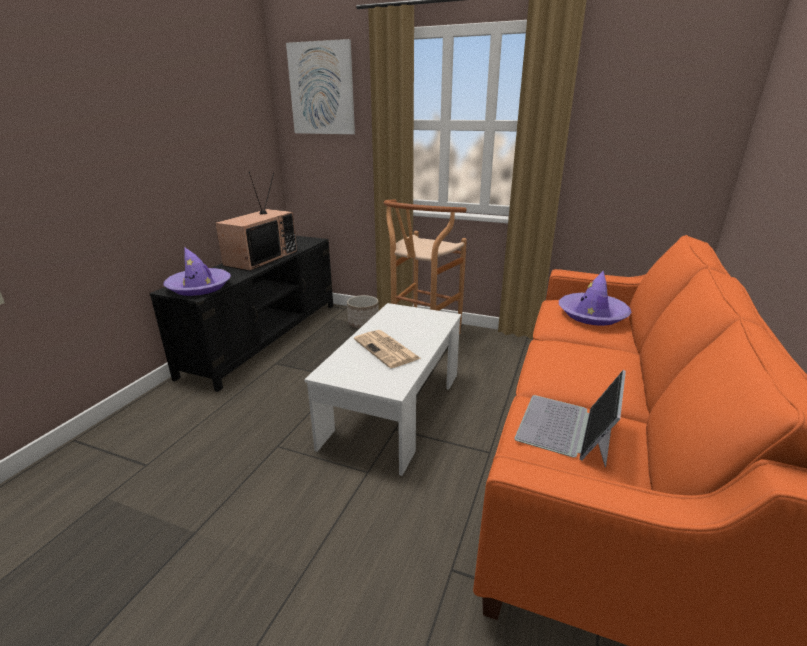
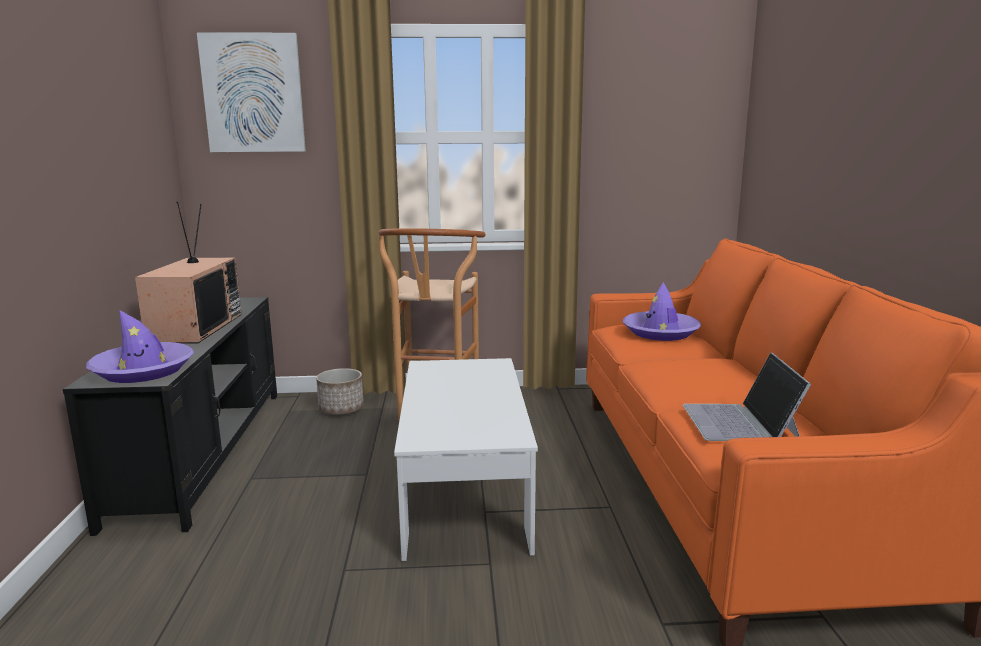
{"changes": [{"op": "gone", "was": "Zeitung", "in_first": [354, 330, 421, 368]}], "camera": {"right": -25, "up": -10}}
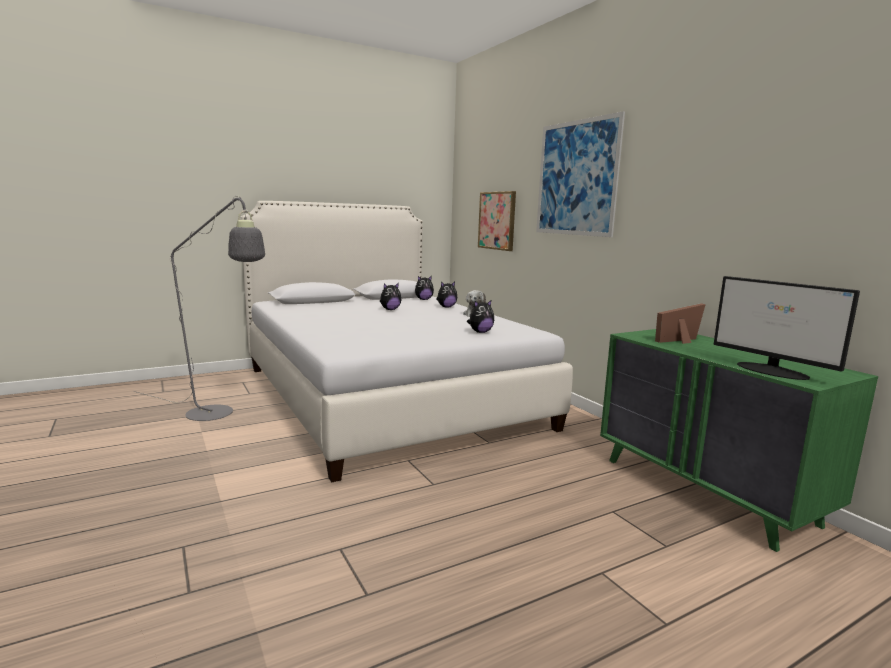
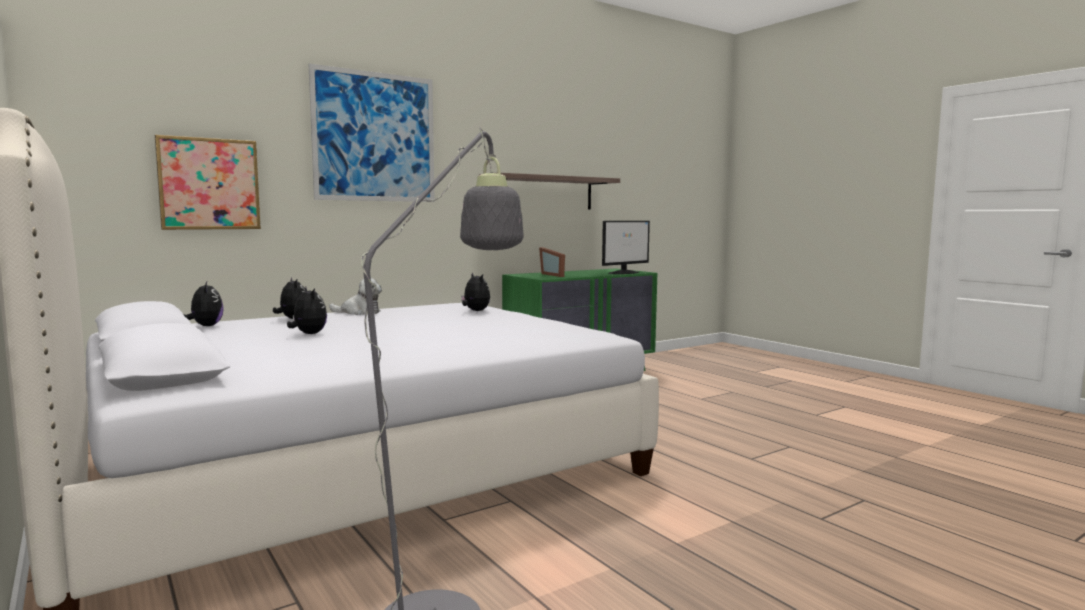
{"changes": [{"op": "new", "now": "Wandregal", "in_second": [479, 173, 620, 209]}], "camera": {"right": -95, "up": -5}}
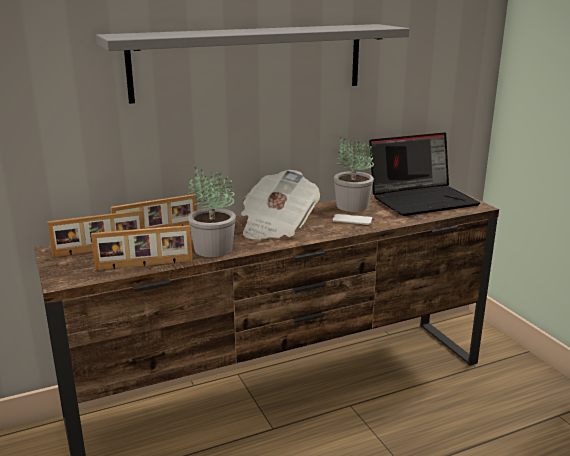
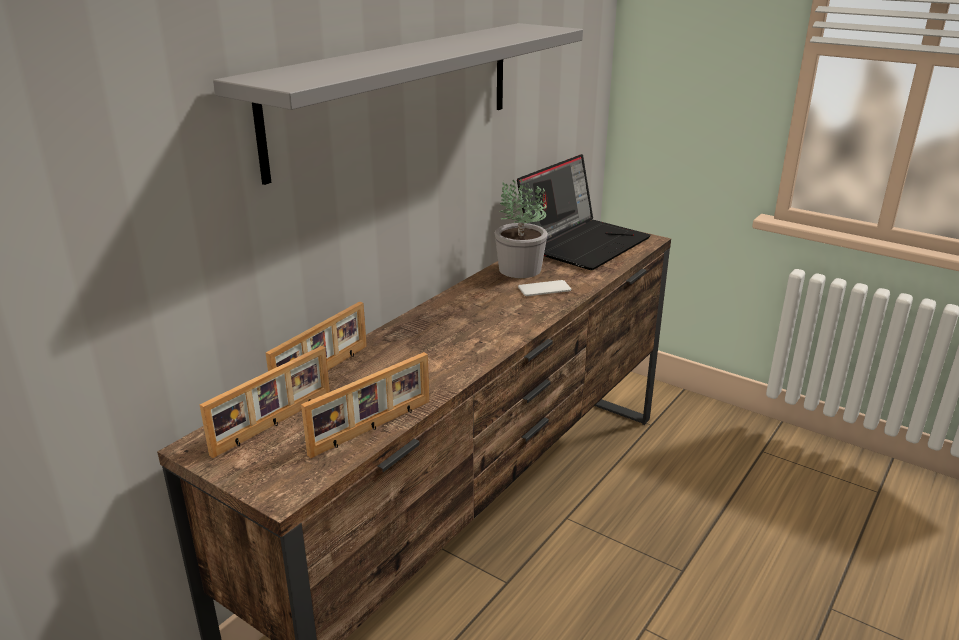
{"changes": [{"op": "gone", "was": "Topfpflanze", "in_first": [188, 167, 236, 257]}, {"op": "gone", "was": "Zeitung", "in_first": [241, 170, 320, 239]}], "camera": {"right": -30, "up": 5}}
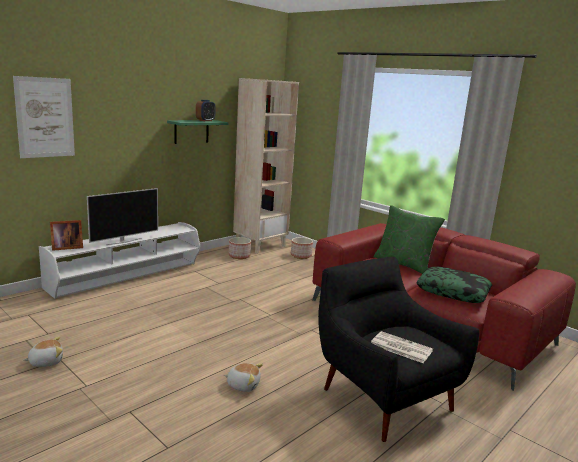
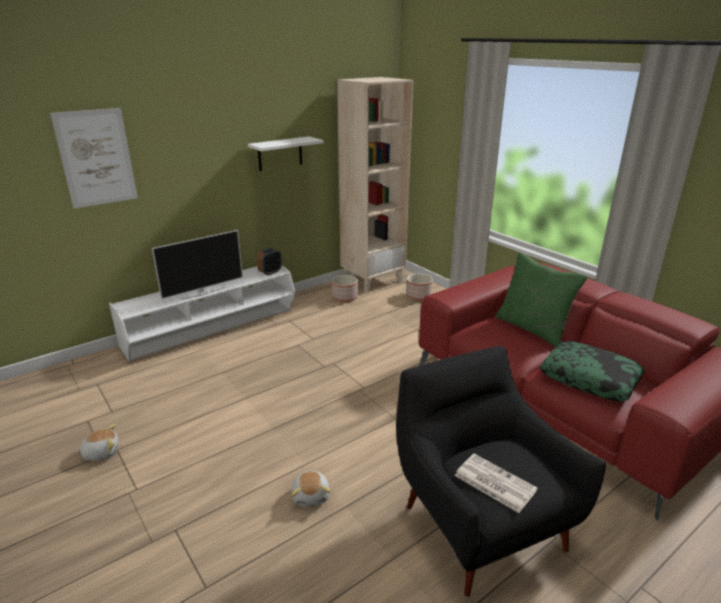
{"changes": [{"op": "shifted", "was": "Wecker", "in_first": [196, 100, 216, 121], "in_second": [257, 248, 282, 275]}, {"op": "repainted", "was": "Wandregal [grün]", "now": "Wandregal [weiß]", "in_first": [167, 120, 228, 144], "in_second": [248, 136, 324, 171]}, {"op": "gone", "was": "Bilderrahmen", "in_first": [50, 220, 83, 251]}, {"op": "rotated", "was": "Plüschtier", "in_first": [224, 363, 263, 392], "in_second": [291, 470, 330, 507], "clockwise": 60}], "camera": {"right": 10, "up": 10}}
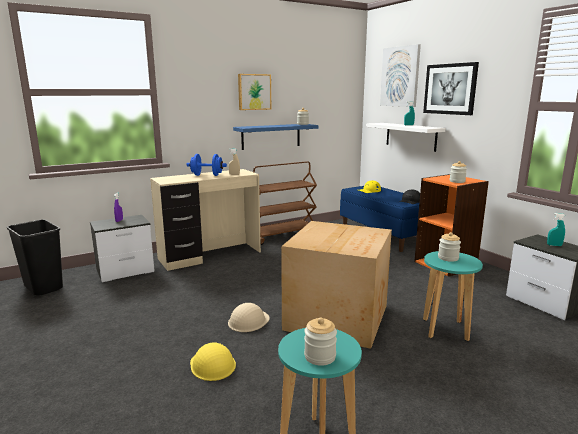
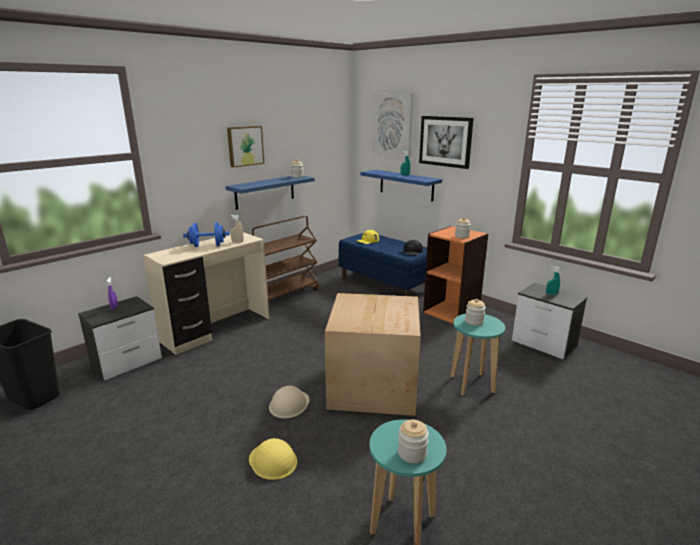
{"changes": [{"op": "repainted", "was": "Wandregal [weiß]", "now": "Wandregal [blau]", "in_first": [366, 123, 445, 152], "in_second": [360, 170, 442, 202]}], "camera": {"right": -15, "up": 5}}
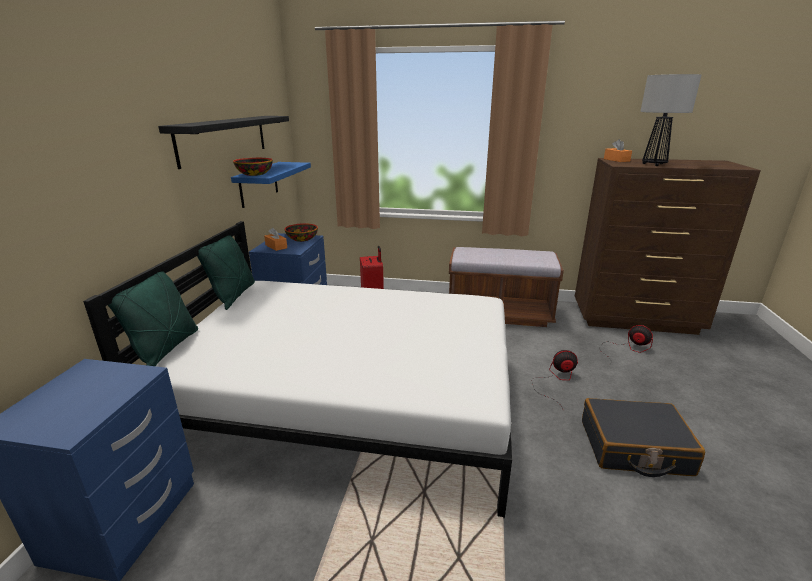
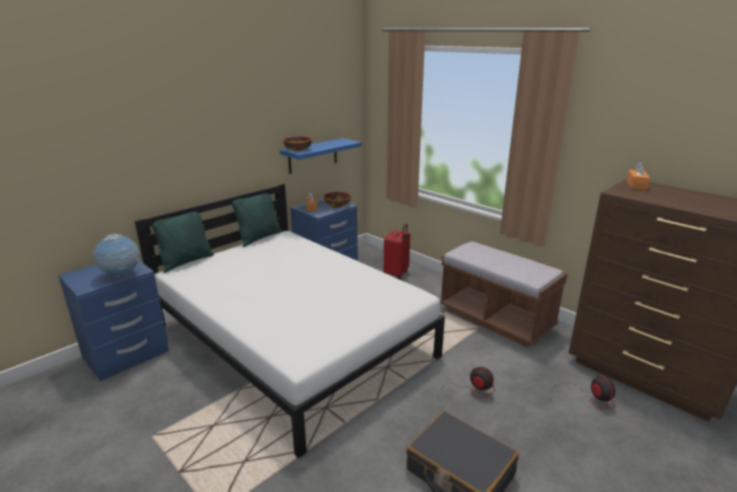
{"changes": [{"op": "gone", "was": "Tischlampe", "in_first": [640, 74, 701, 166]}, {"op": "gone", "was": "Wandregal [schwarz]", "in_first": [158, 116, 289, 169]}, {"op": "new", "now": "Globus", "in_second": [93, 234, 140, 277]}], "camera": {"right": 35, "up": 0}}
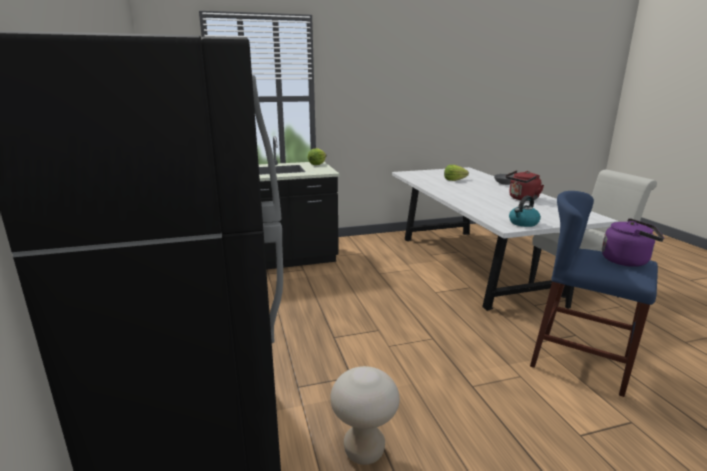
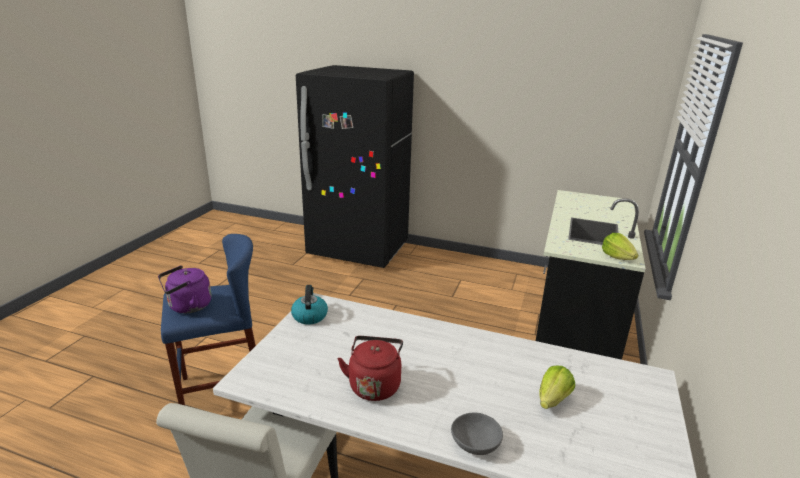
{"changes": [{"op": "gone", "was": "Hocker [beige]", "in_first": [330, 366, 400, 465]}], "camera": {"right": 125, "up": 5}}
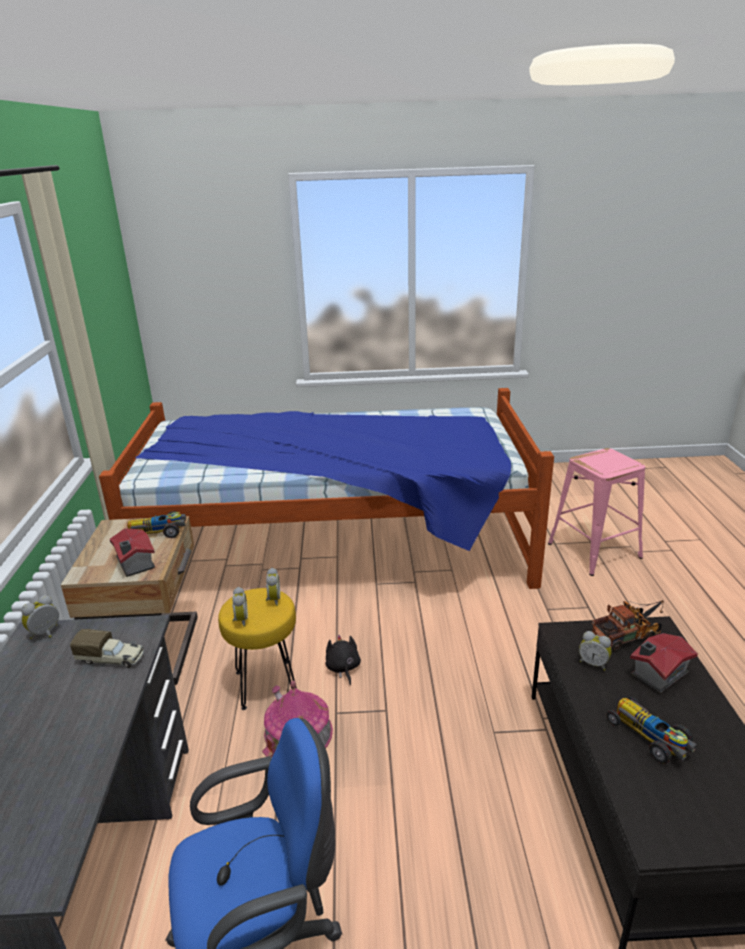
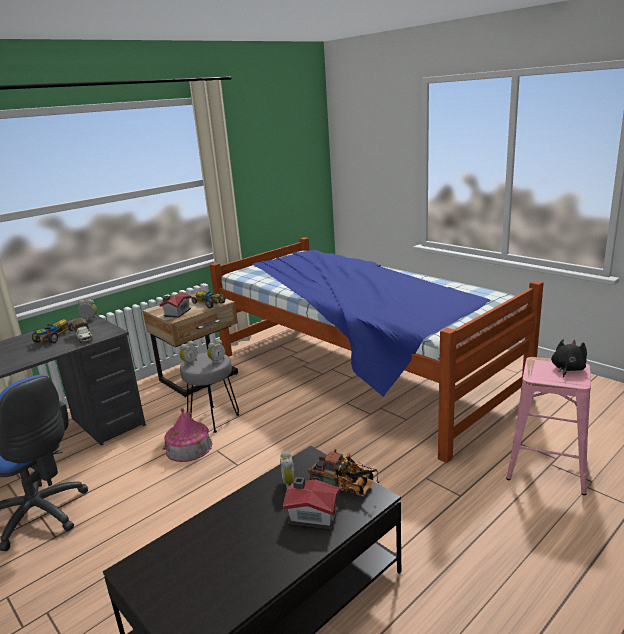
{"changes": [{"op": "repainted", "was": "Hocker [gelb]", "now": "Hocker [grau]", "in_first": [218, 588, 297, 710], "in_second": [180, 352, 239, 433]}, {"op": "shifted", "was": "Plüschtier [schwarz]", "in_first": [326, 635, 361, 685], "in_second": [551, 339, 587, 378]}, {"op": "shifted", "was": "Spielzeugauto", "in_first": [607, 697, 697, 764], "in_second": [32, 319, 73, 343]}], "camera": {"right": 50, "up": -5}}
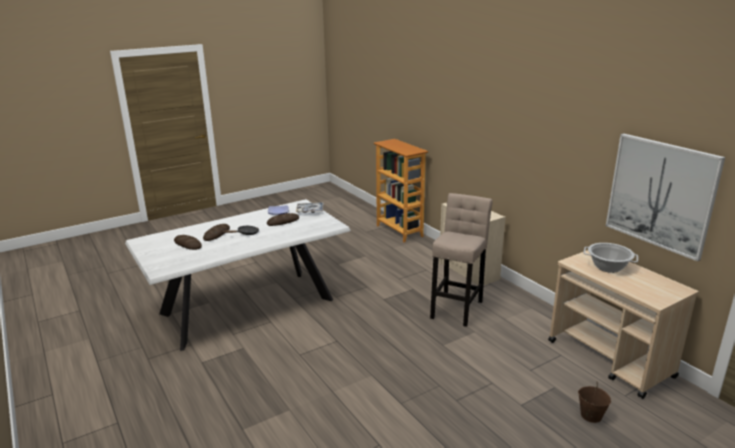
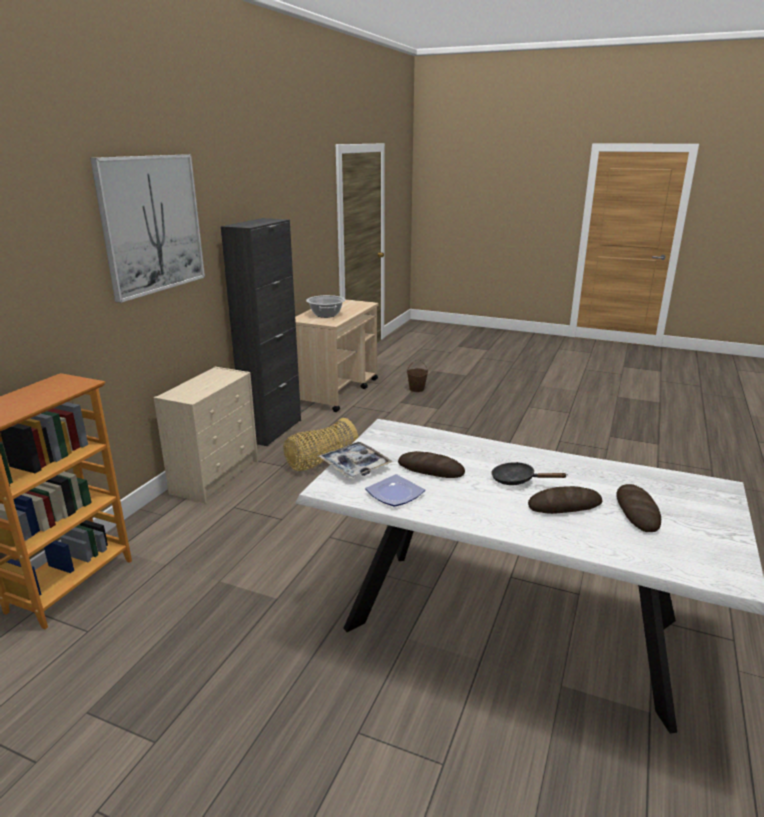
{"changes": [{"op": "shifted", "was": "Bild", "in_first": [606, 134, 725, 261], "in_second": [90, 154, 205, 303]}, {"op": "swapped", "was": "Hocker [beige]", "now": "Korb", "in_first": [430, 193, 493, 327], "in_second": [284, 418, 359, 471]}, {"op": "new", "now": "Schrank [schwarz]", "in_second": [221, 218, 301, 446]}], "camera": {"right": -125, "up": 0}}
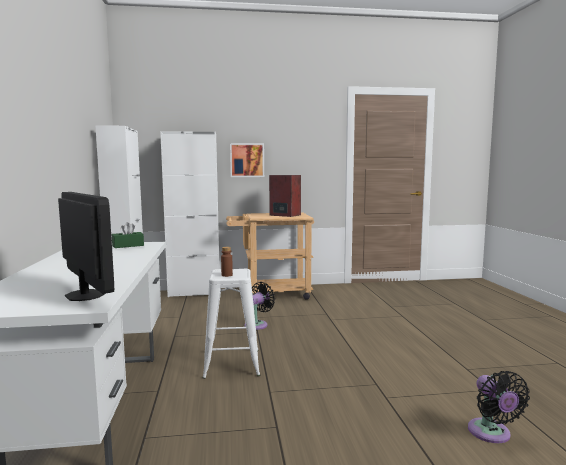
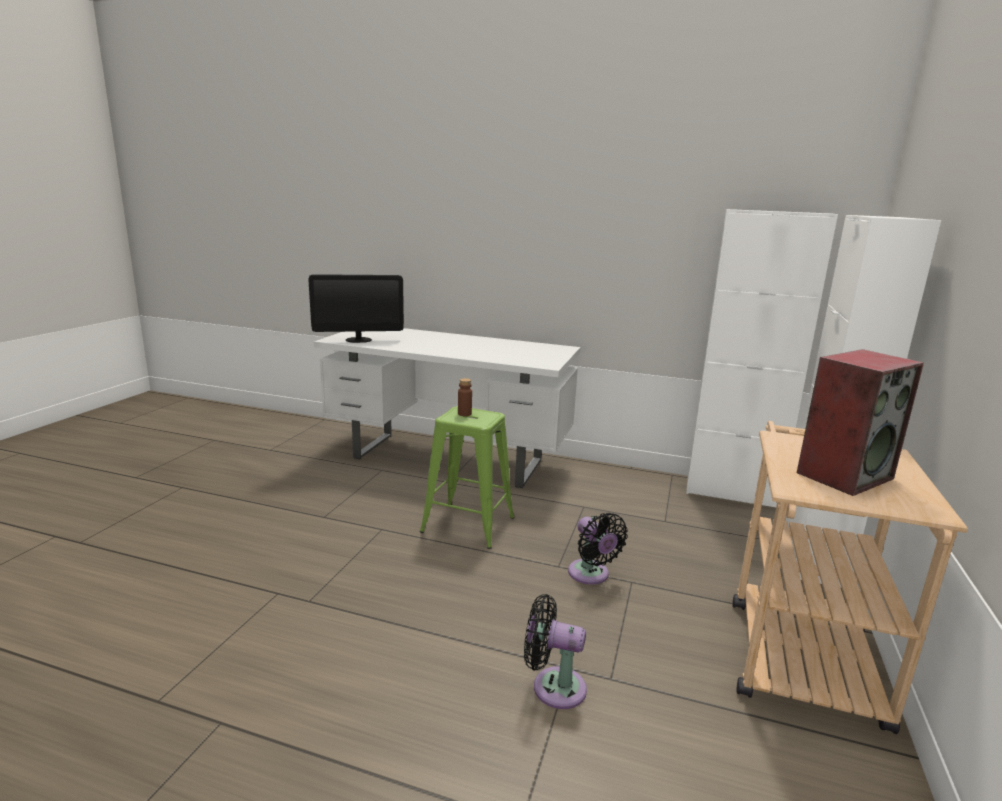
{"changes": [{"op": "gone", "was": "Bild", "in_first": [230, 143, 264, 177]}, {"op": "gone", "was": "Taschentuchbox [grün]", "in_first": [112, 222, 144, 248]}, {"op": "repainted", "was": "Hocker [weiß]", "now": "Hocker [grün]", "in_first": [202, 269, 260, 379], "in_second": [420, 406, 514, 549]}, {"op": "shifted", "was": "Ventilator [schwarz]", "in_first": [468, 371, 530, 443], "in_second": [524, 594, 587, 709]}], "camera": {"right": 115, "up": 10}}
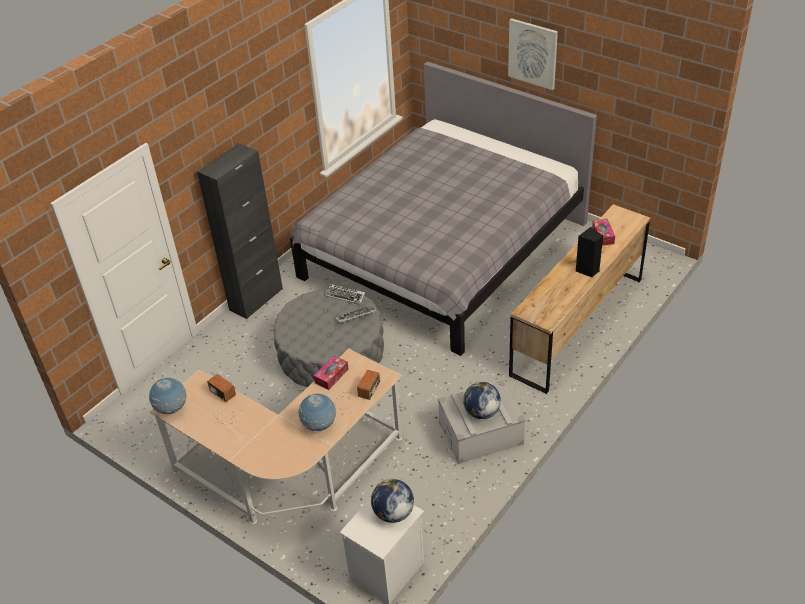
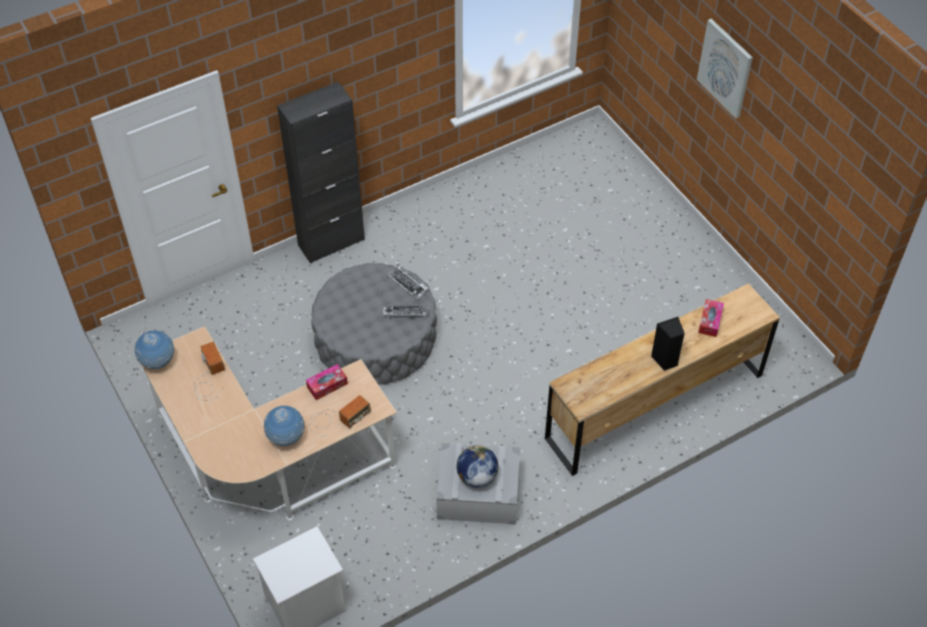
{"changes": [{"op": "gone", "was": "Bett [grau]", "in_first": [290, 61, 597, 356]}, {"op": "gone", "was": "Globus", "in_first": [371, 479, 414, 523]}], "camera": {"right": 20, "up": 10}}
